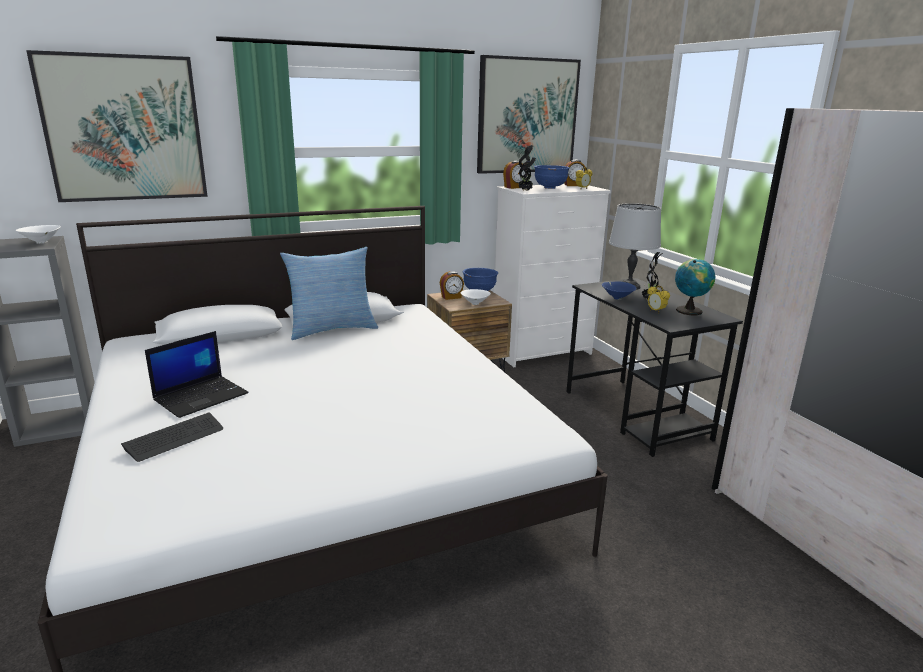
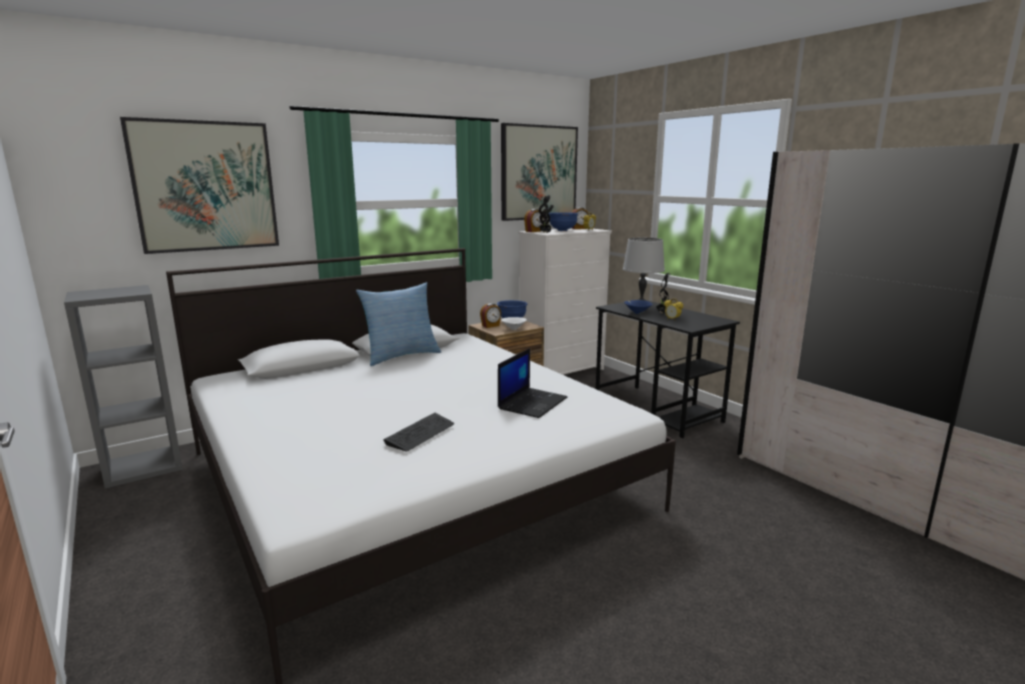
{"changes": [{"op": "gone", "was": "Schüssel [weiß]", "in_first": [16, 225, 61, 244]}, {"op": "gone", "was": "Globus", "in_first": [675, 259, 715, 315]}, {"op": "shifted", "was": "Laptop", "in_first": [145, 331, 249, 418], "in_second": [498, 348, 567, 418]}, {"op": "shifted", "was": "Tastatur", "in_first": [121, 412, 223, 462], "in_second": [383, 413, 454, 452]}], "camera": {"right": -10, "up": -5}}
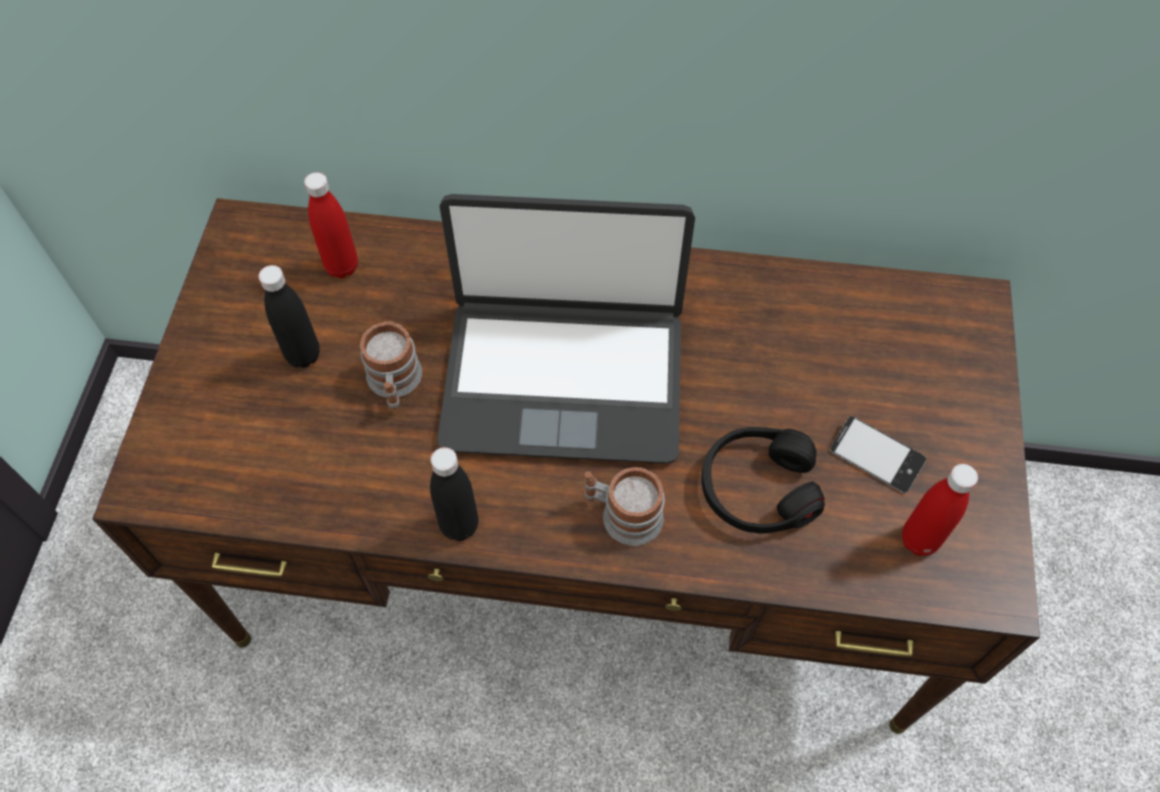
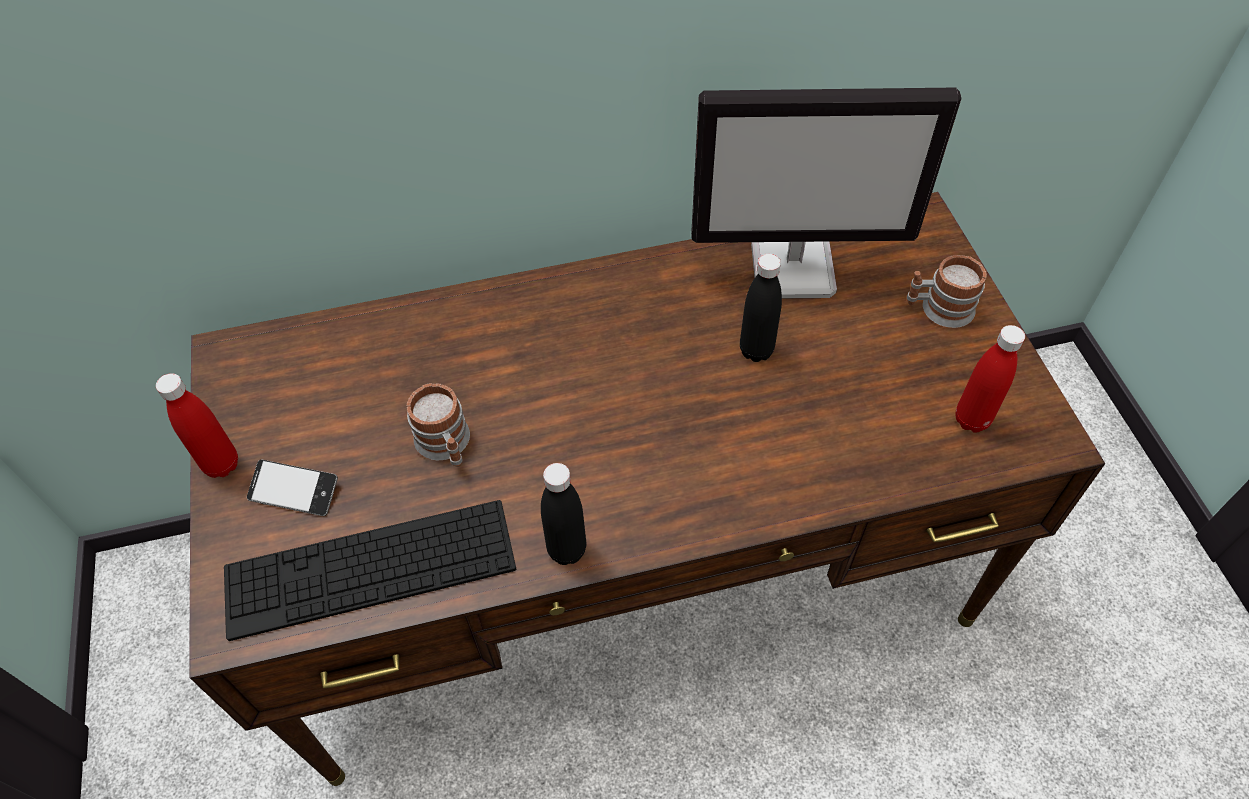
{"changes": [{"op": "shifted", "was": "Flasche [rot]", "in_first": [304, 172, 358, 278], "in_second": [156, 373, 238, 478]}, {"op": "gone", "was": "Laptop", "in_first": [437, 194, 695, 464]}, {"op": "shifted", "was": "Flasche [schwarz]", "in_first": [258, 265, 320, 368], "in_second": [740, 254, 782, 362]}, {"op": "shifted", "was": "Handy", "in_first": [830, 416, 927, 493], "in_second": [247, 460, 338, 516]}, {"op": "gone", "was": "Kopfhörer [schwarz]", "in_first": [701, 427, 825, 534]}, {"op": "shifted", "was": "Henkelbecher", "in_first": [584, 467, 665, 546], "in_second": [907, 255, 987, 328]}, {"op": "new", "now": "Monitor", "in_second": [691, 88, 962, 298]}, {"op": "new", "now": "Tastatur", "in_second": [224, 500, 516, 641]}], "camera": {"right": -20, "up": -5}}
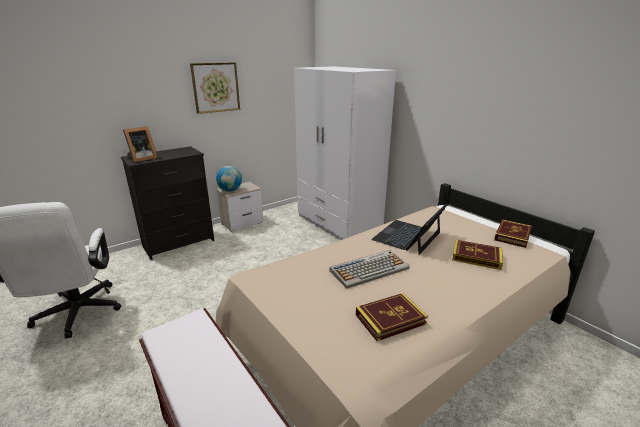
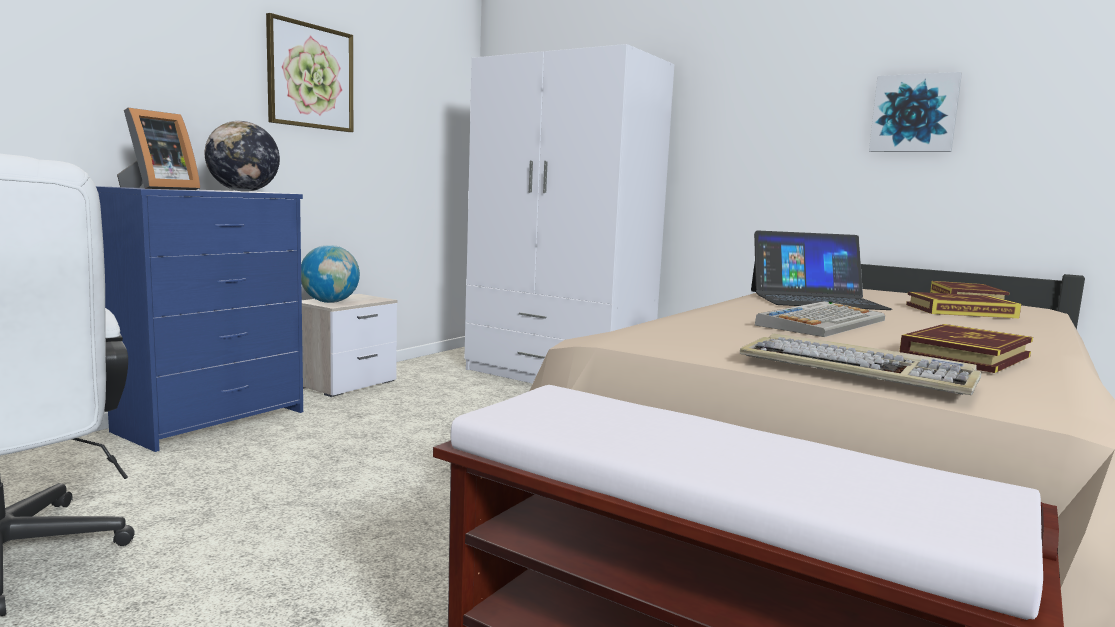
{"changes": [{"op": "repainted", "was": "Kommode [schwarz]", "now": "Kommode [blau]", "in_first": [121, 146, 215, 260], "in_second": [96, 186, 303, 452]}, {"op": "rotated", "was": "Laptop", "in_first": [372, 204, 448, 255], "in_second": [751, 231, 892, 310], "clockwise": -105}, {"op": "new", "now": "Bild", "in_second": [869, 72, 962, 152]}, {"op": "new", "now": "Globus", "in_second": [205, 121, 280, 192]}, {"op": "new", "now": "Tastatur", "in_second": [740, 333, 981, 395]}], "camera": {"right": -20, "up": -15}}
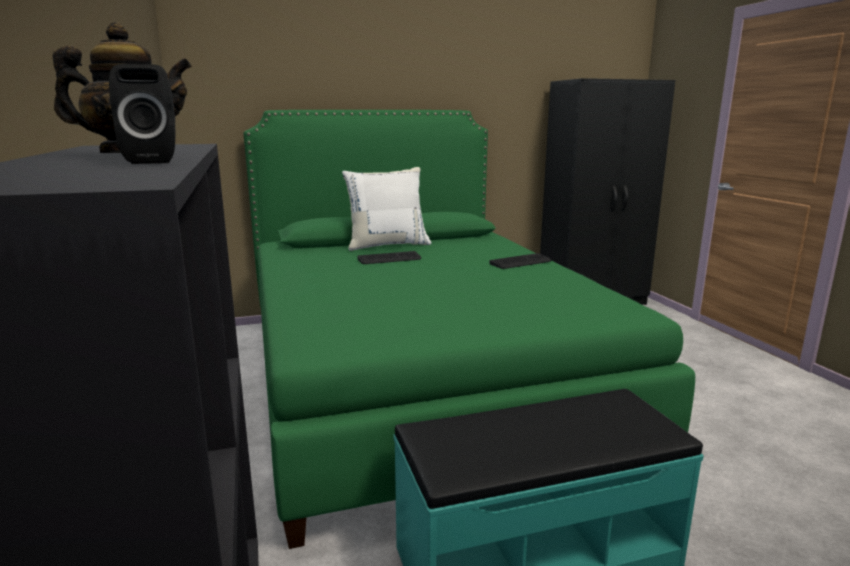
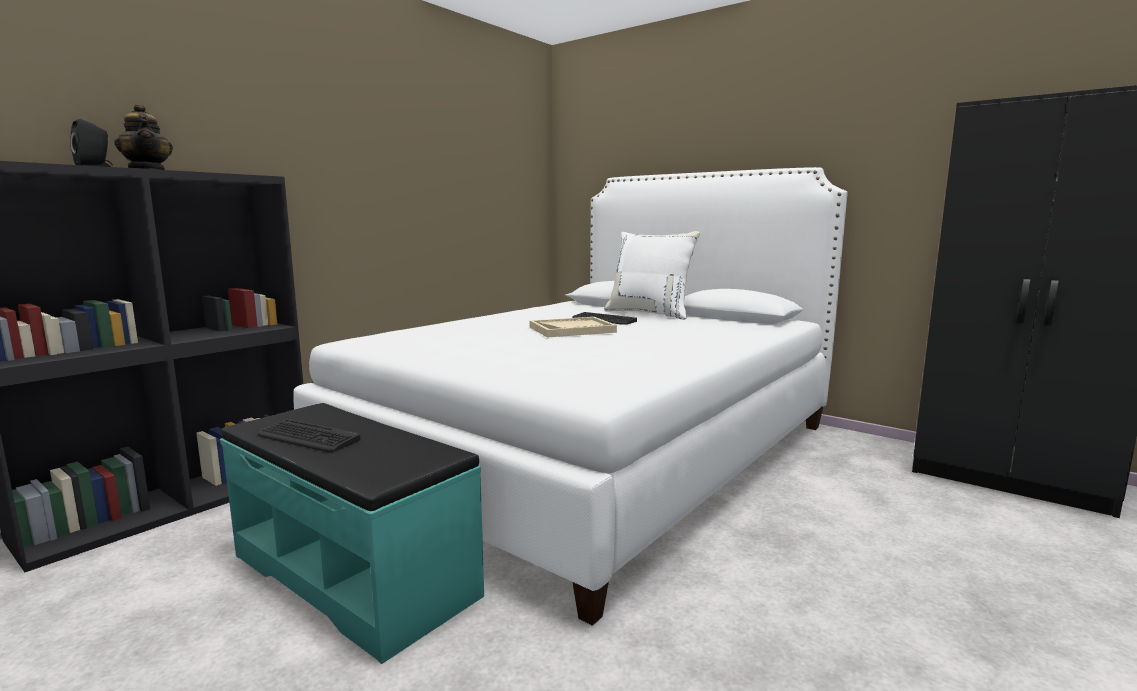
{"changes": [{"op": "repainted", "was": "Bett [grün]", "now": "Bett [weiß]", "in_first": [244, 110, 695, 549], "in_second": [293, 167, 847, 626]}, {"op": "shifted", "was": "Tastatur", "in_first": [489, 253, 551, 269], "in_second": [258, 419, 361, 452]}, {"op": "new", "now": "Tablett [beige]", "in_second": [530, 317, 617, 337]}], "camera": {"right": 55, "up": -5}}
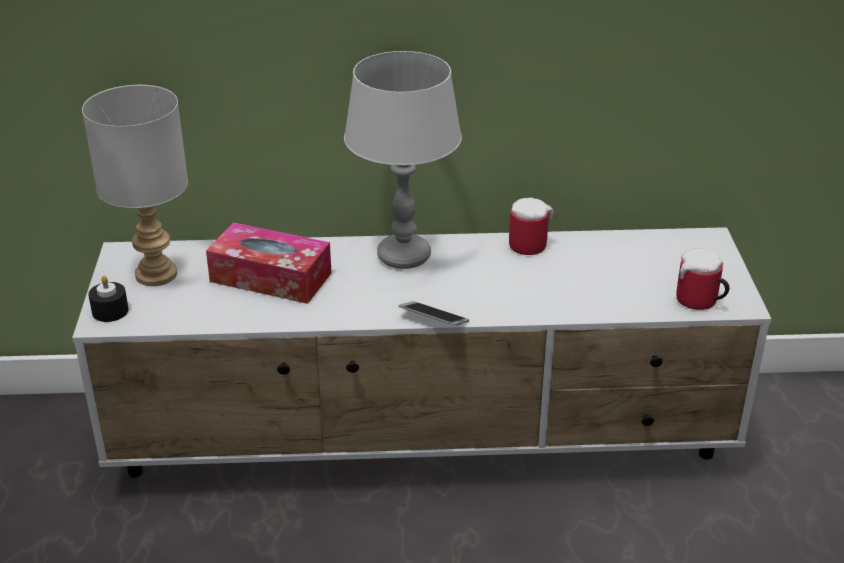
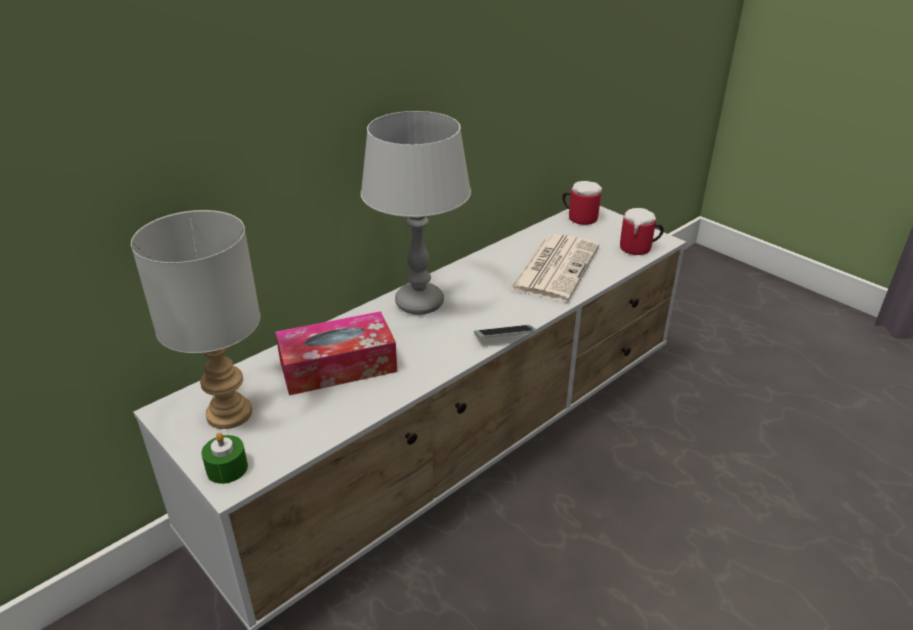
{"changes": [{"op": "shifted", "was": "Henkelbecher", "in_first": [509, 198, 554, 255], "in_second": [562, 181, 602, 225]}, {"op": "repainted", "was": "Kerze [schwarz]", "now": "Kerze [grün]", "in_first": [88, 276, 129, 322], "in_second": [201, 432, 248, 484]}, {"op": "new", "now": "Zeitung", "in_second": [509, 234, 599, 302]}], "camera": {"right": -40, "up": 0}}
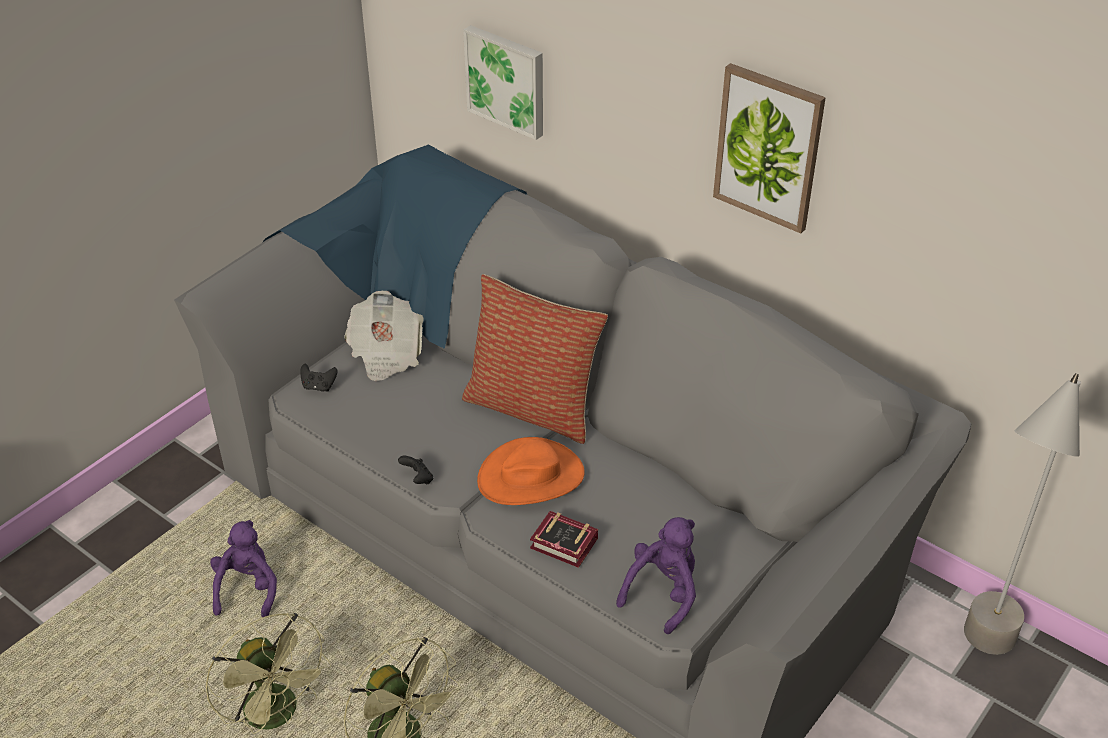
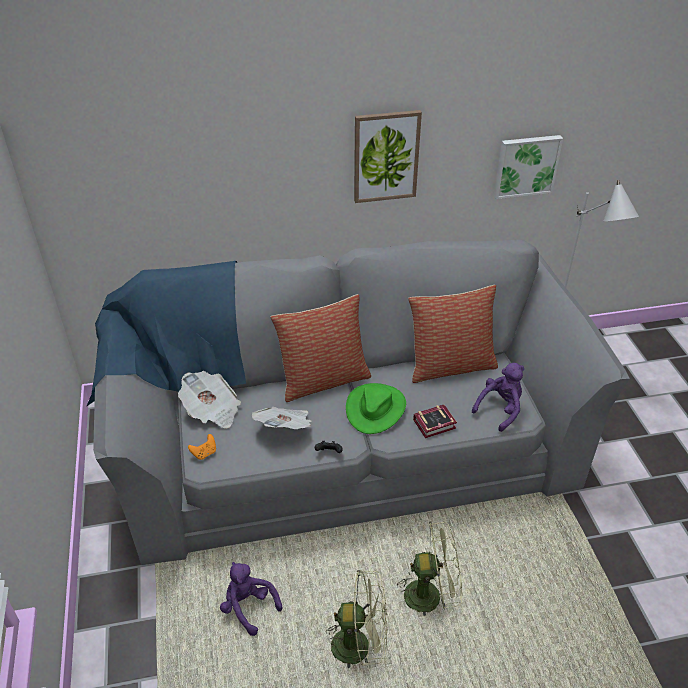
{"changes": [{"op": "shifted", "was": "Bild", "in_first": [463, 25, 543, 140], "in_second": [494, 135, 563, 199]}, {"op": "repainted", "was": "Gamepad [schwarz]", "now": "Gamepad [orange]", "in_first": [300, 364, 338, 392], "in_second": [188, 434, 216, 460]}, {"op": "repainted", "was": "Hut [orange]", "now": "Hut [grün]", "in_first": [477, 437, 585, 505], "in_second": [346, 383, 406, 434]}, {"op": "rotated", "was": "Plüschtier [lila]", "in_first": [616, 517, 696, 634], "in_second": [472, 363, 524, 432], "clockwise": 60}, {"op": "new", "now": "Kissen", "in_second": [408, 285, 498, 383]}, {"op": "new", "now": "Zeitung", "in_second": [252, 407, 311, 429]}], "camera": {"right": -50, "up": 0}}
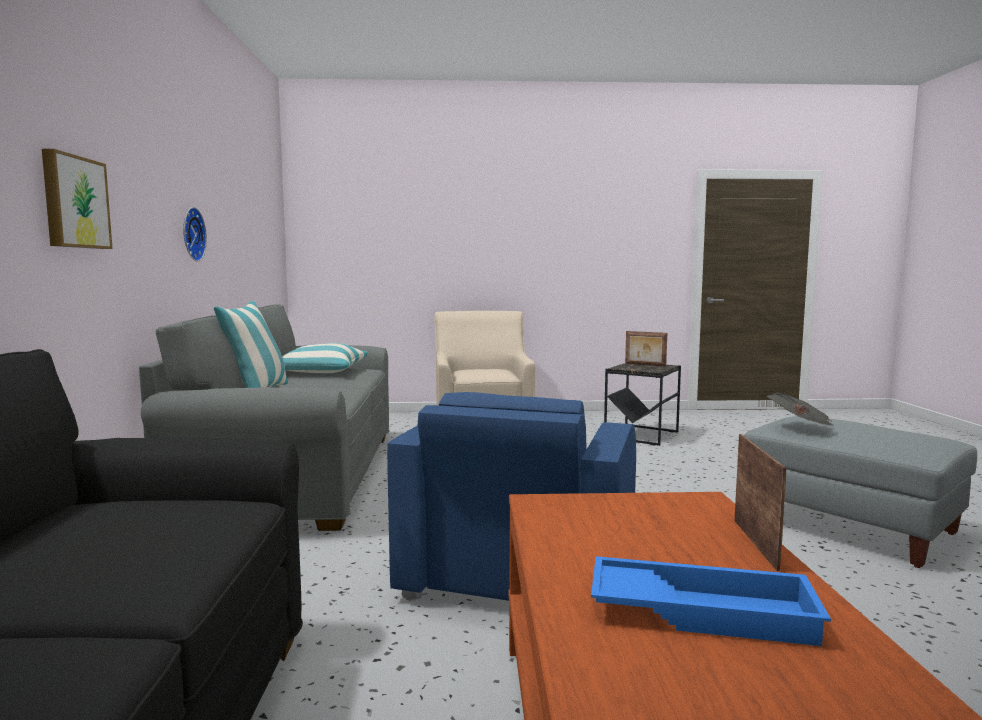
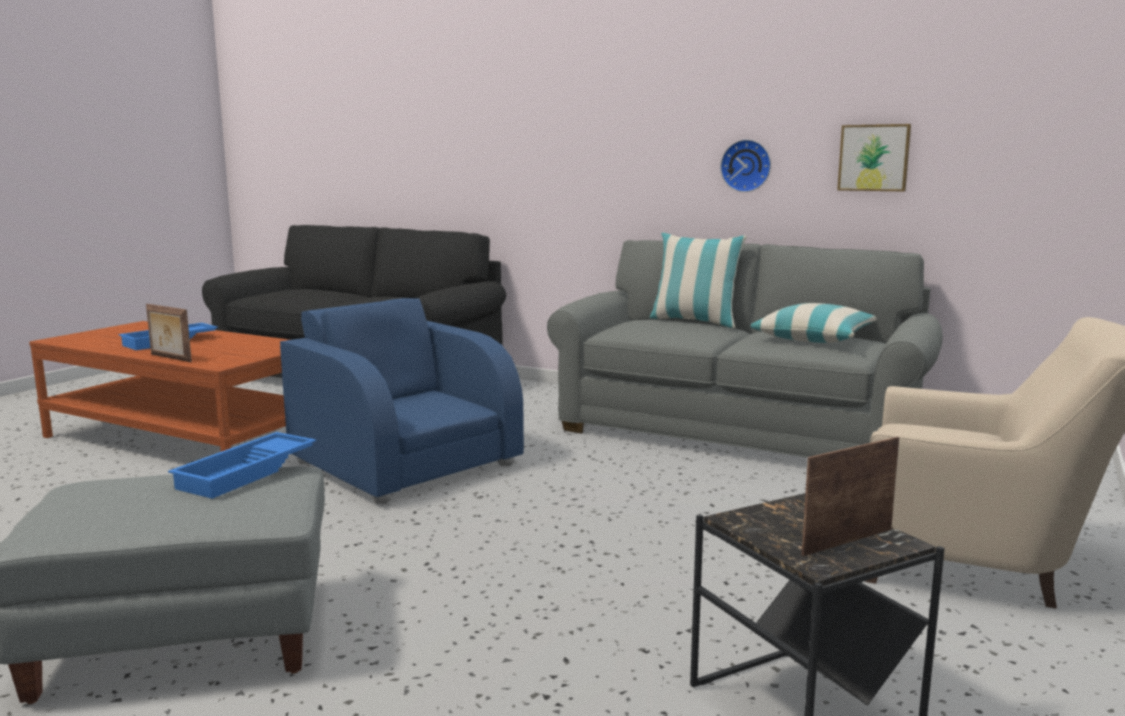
{"changes": [{"op": "shifted", "was": "Bild", "in_first": [42, 149, 113, 249], "in_second": [837, 124, 911, 191]}, {"op": "swapped", "was": "Zeitung", "now": "Tablett [blau]", "in_first": [767, 393, 833, 426], "in_second": [168, 432, 316, 499]}], "camera": {"right": 120, "up": 5}}
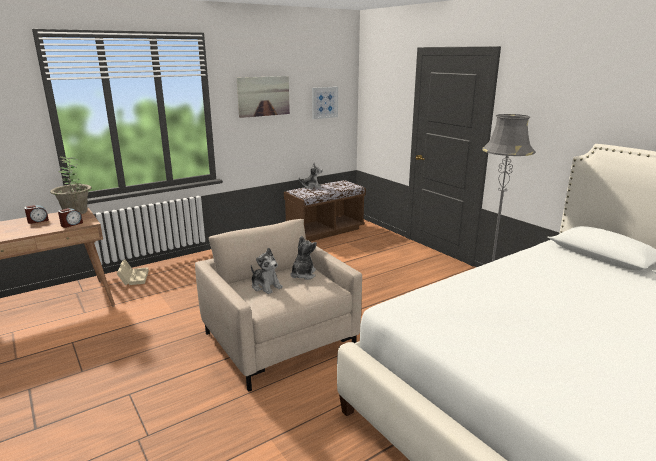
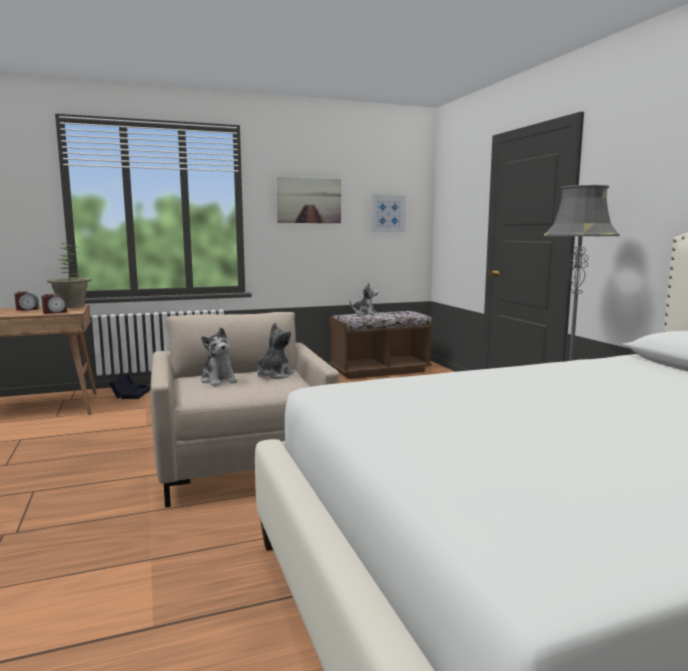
{"changes": [{"op": "repainted", "was": "Aufbewahrungsbox [beige]", "now": "Aufbewahrungsbox [schwarz]", "in_first": [117, 259, 149, 285], "in_second": [109, 373, 151, 399]}], "camera": {"right": 15, "up": -10}}
